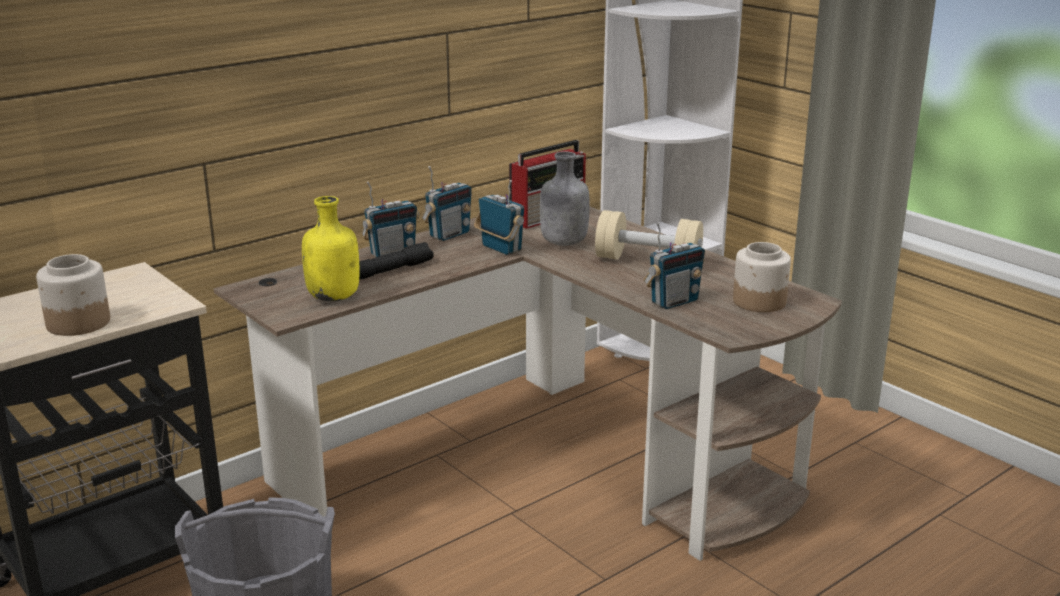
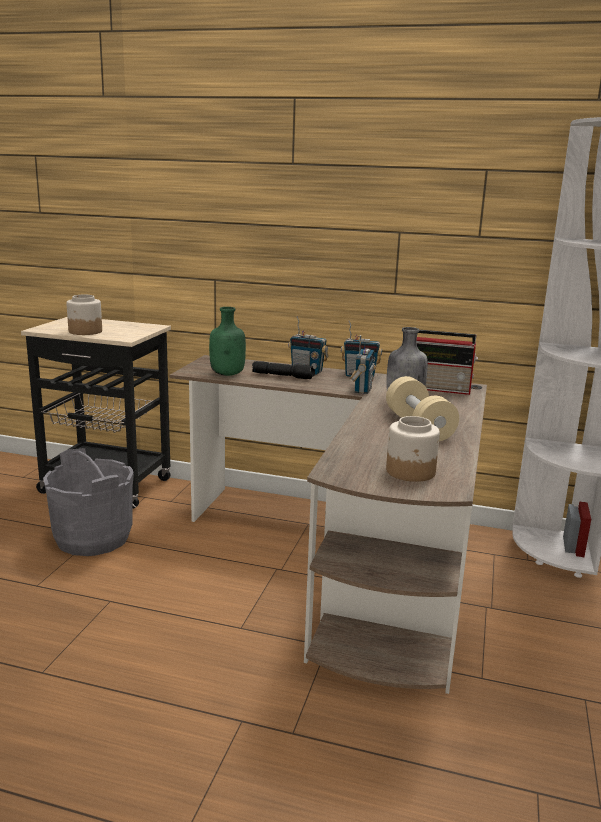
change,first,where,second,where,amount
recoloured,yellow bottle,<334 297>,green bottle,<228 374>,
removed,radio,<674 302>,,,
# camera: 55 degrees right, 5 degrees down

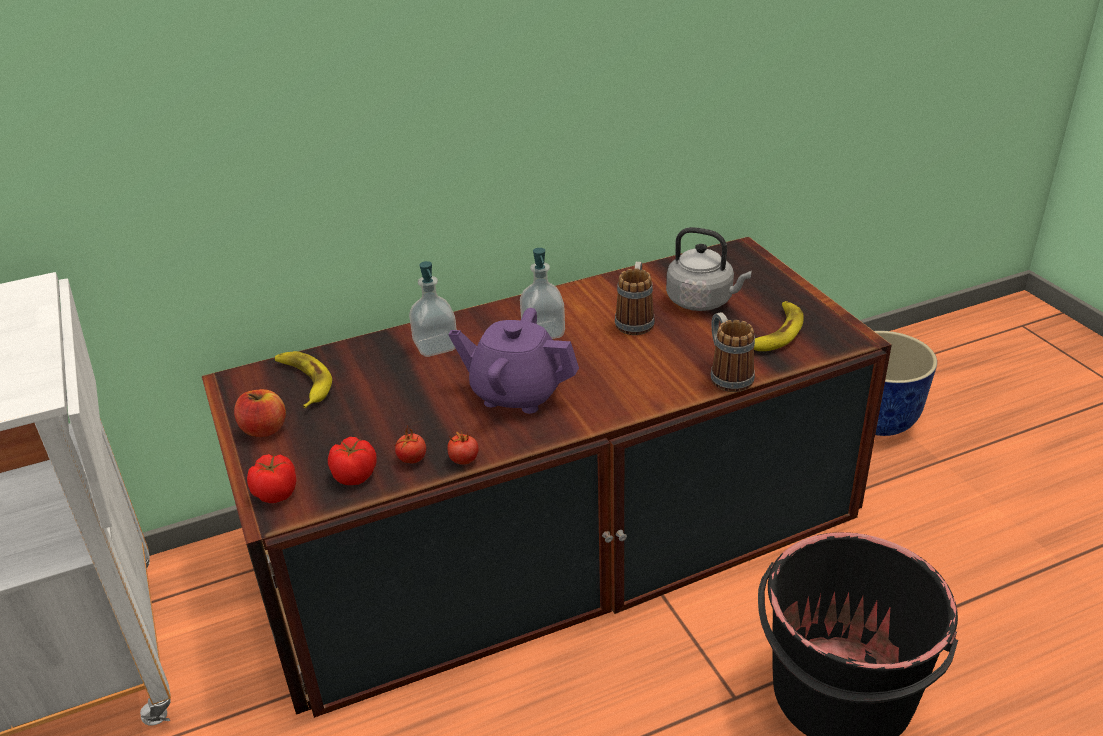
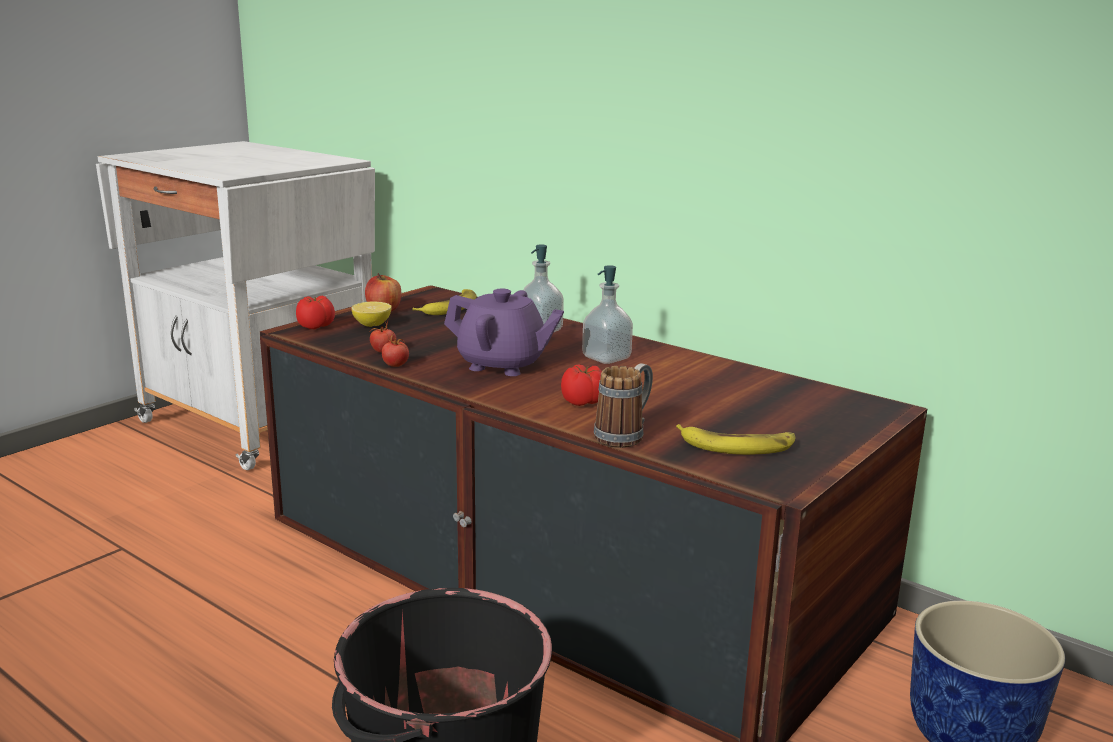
change,first,where,second,where,amount
removed,grey kettle,<703 301>,,,
removed,mug,<635 320>,,,
turned,purple teapot,<516 393>,,<502 365>,120 degrees clockwise
moved,tomato,<355 475>,,<584 402>,
added,,,lemon,<372 325>,
# camera: 60 degrees right, 15 degrees down

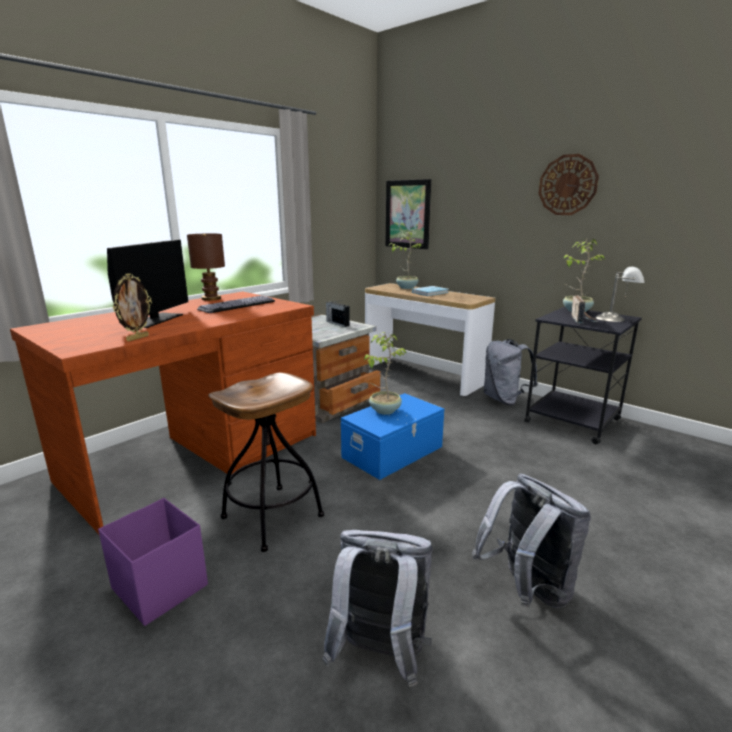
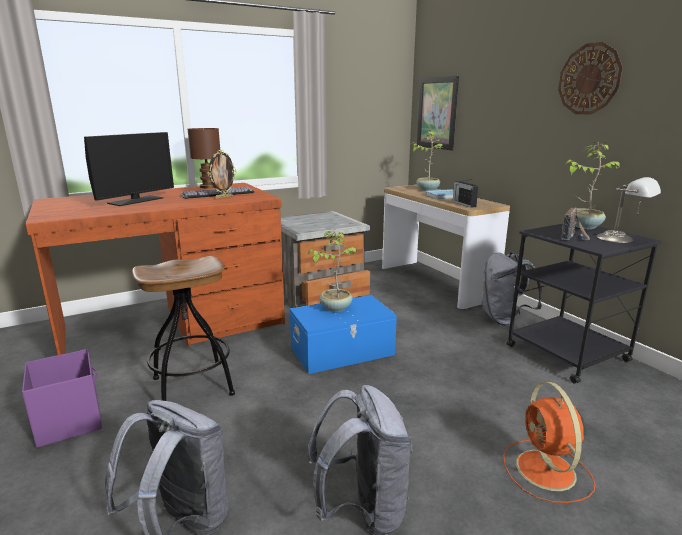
change,first,where,second,where,amount
moved,picture frame,<137 338>,,<223 197>,
moved,radio,<337 323>,,<463 204>,
added,,,orange fan,<547 472>,
# camera: 20 degrees right, 0 degrees up

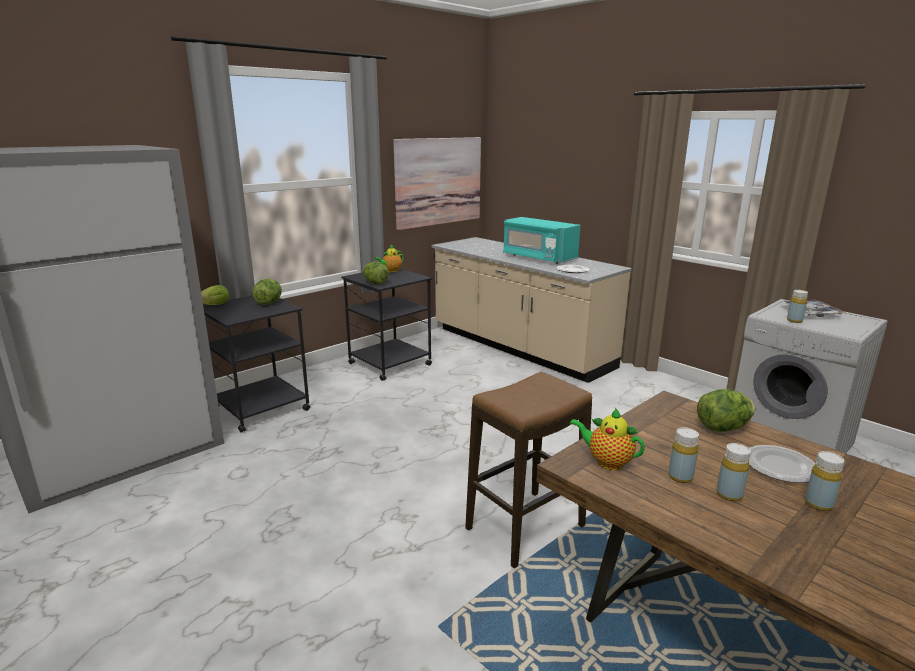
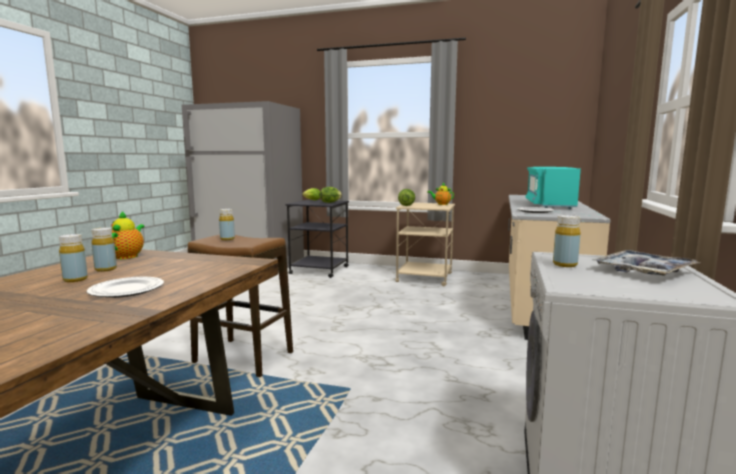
change,first,where,second,where,amount
removed,picture,<438 181>,,,
recoloured,black cart,<390 363>,beige cart,<425 278>,
removed,lettuce,<722 428>,,,
moved,yellow bottle,<818 504>,,<227 239>,
# camera: 60 degrees right, 10 degrees down

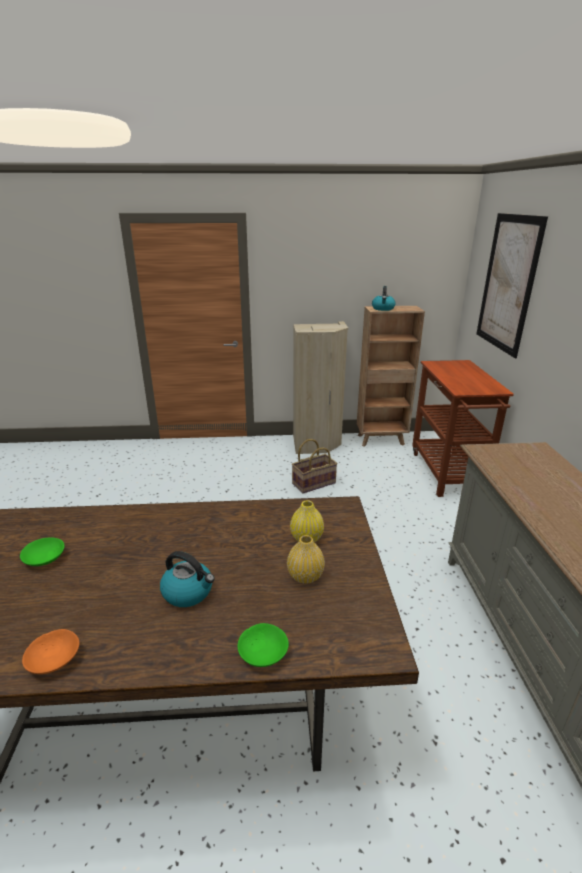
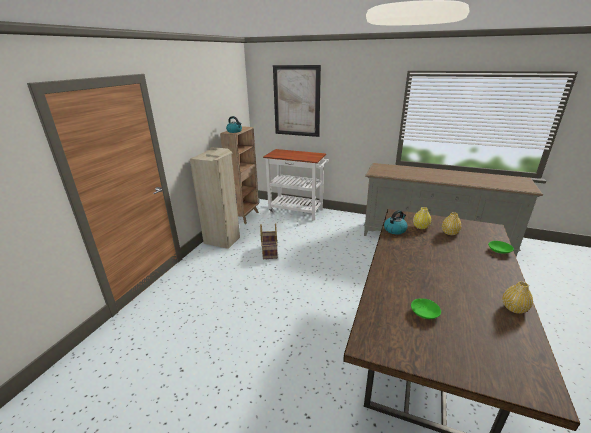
change,first,where,second,where,amount
recoloured,brown cart,<447 473>,white cart,<297 211>,
moved,kettle,<188 592>,,<395 229>,
replaced,orange bowl,<54 658>,yellow vase,<514 308>,
# camera: 65 degrees left, 0 degrees up

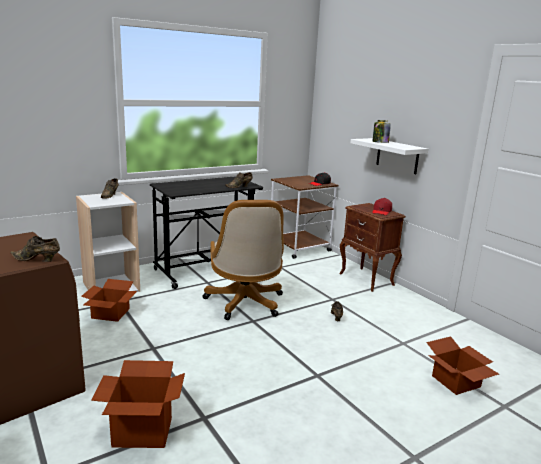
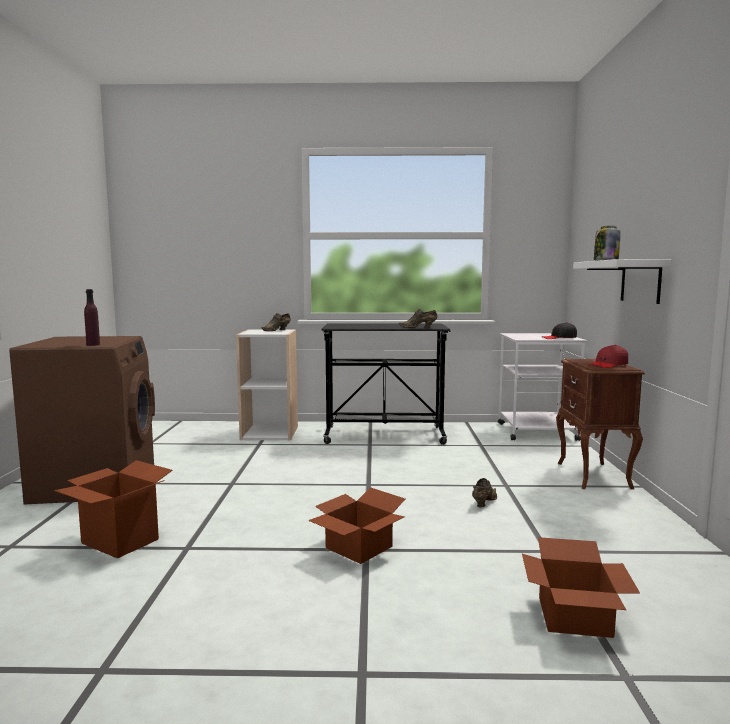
change,first,where,second,where,amount
recoloured,brown cart,<300 248>,white cart,<537 432>,
removed,office chair,<245 305>,,,
replaced,brown shoe,<37 260>,purple bottle,<93 345>,
moved,cardboard box,<109 314>,,<357 547>,
# camera: 35 degrees right, 10 degrees down

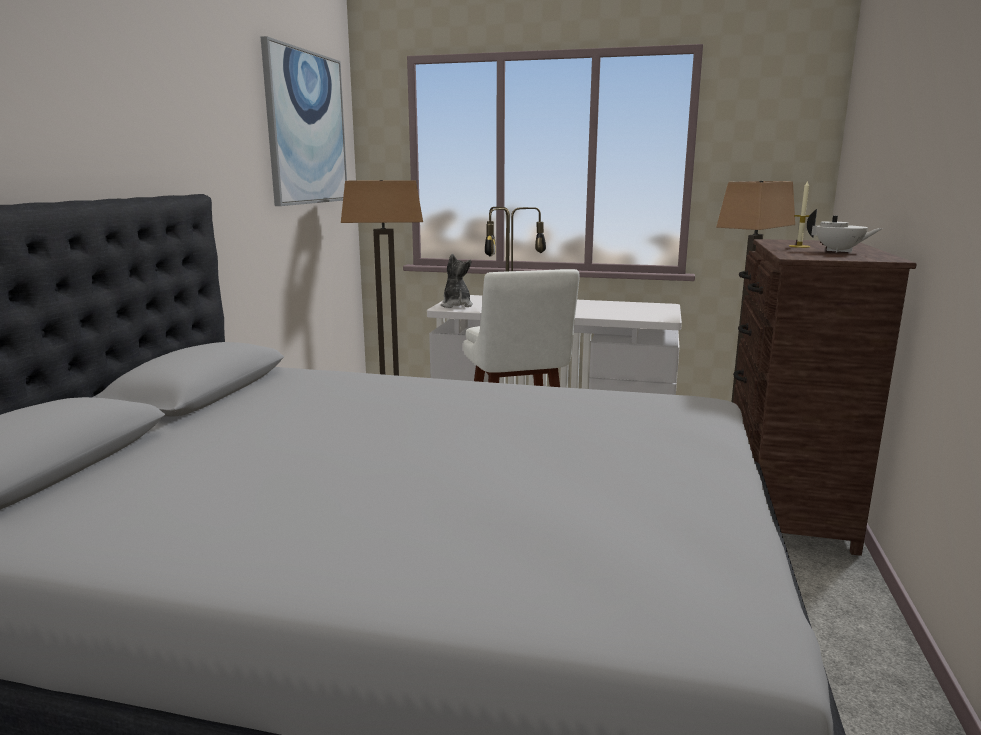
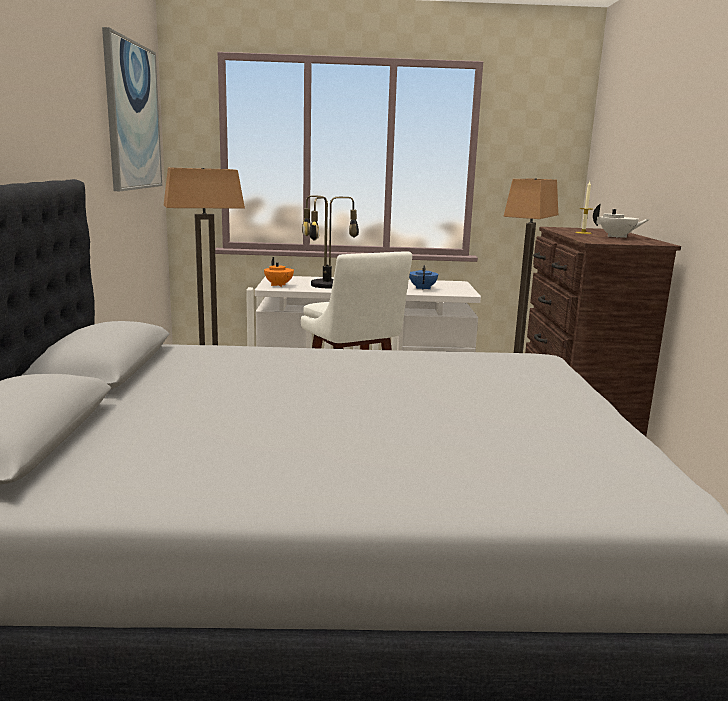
change,first,where,second,where,amount
replaced,plush toy,<456 305>,orange teapot,<278 285>,
added,,,blue teapot,<423 288>,
# camera: 15 degrees left, 0 degrees up

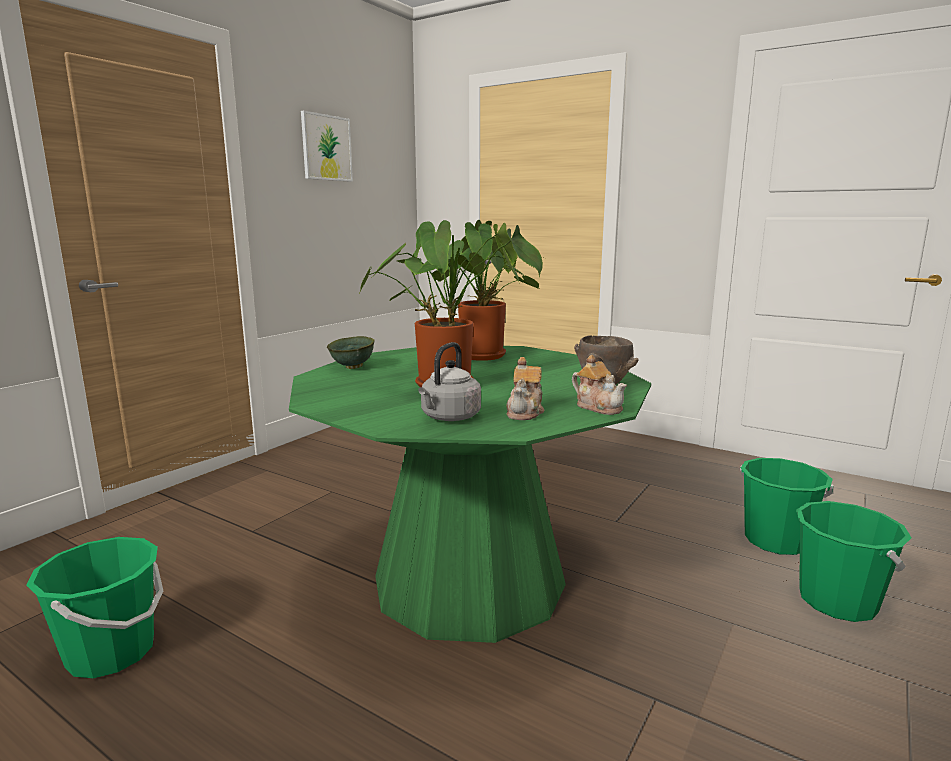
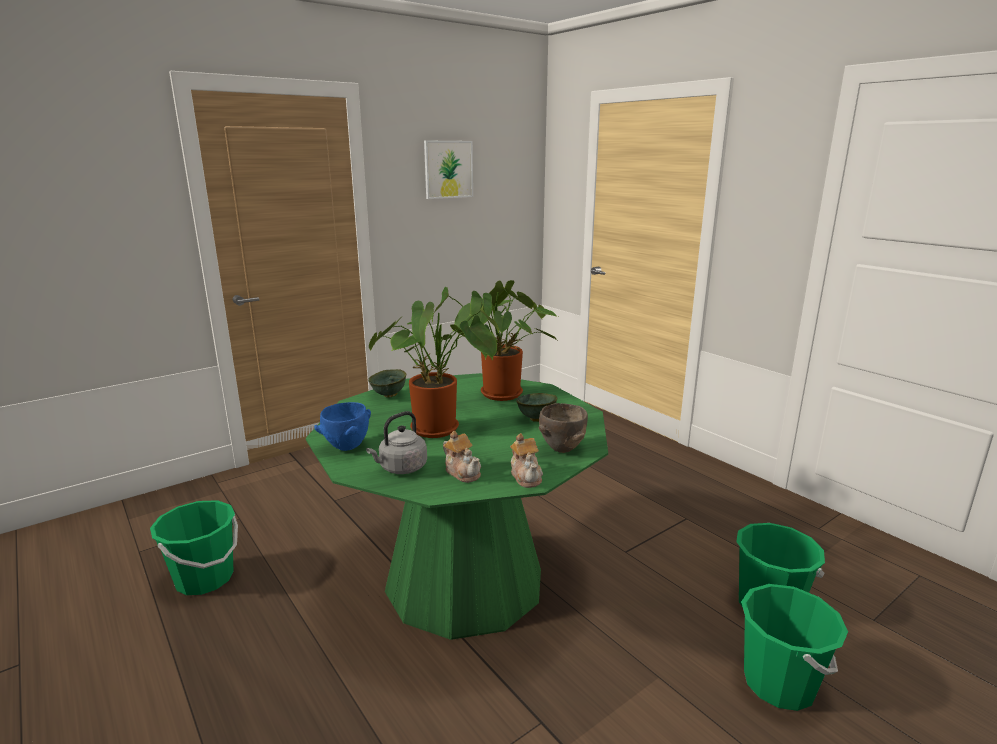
change,first,where,second,where,amount
turned,teapot,<525 412>,,<462 472>,75 degrees counterclockwise
added,,,green bowl,<536 419>,
added,,,blue bowl,<346 447>,
# camera: 20 degrees right, 5 degrees up

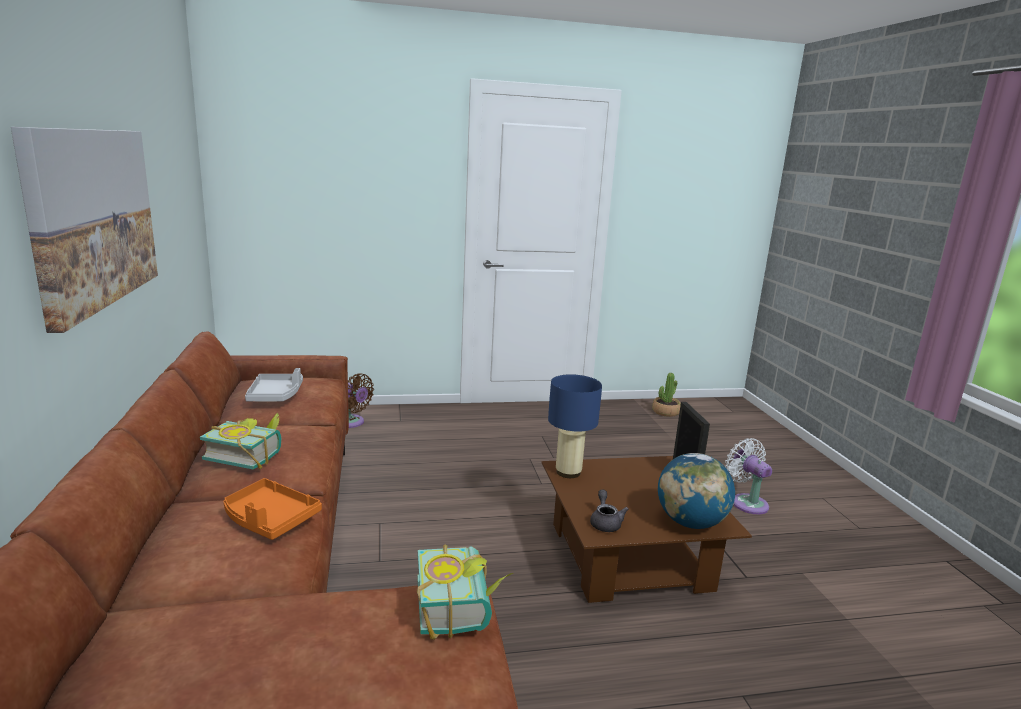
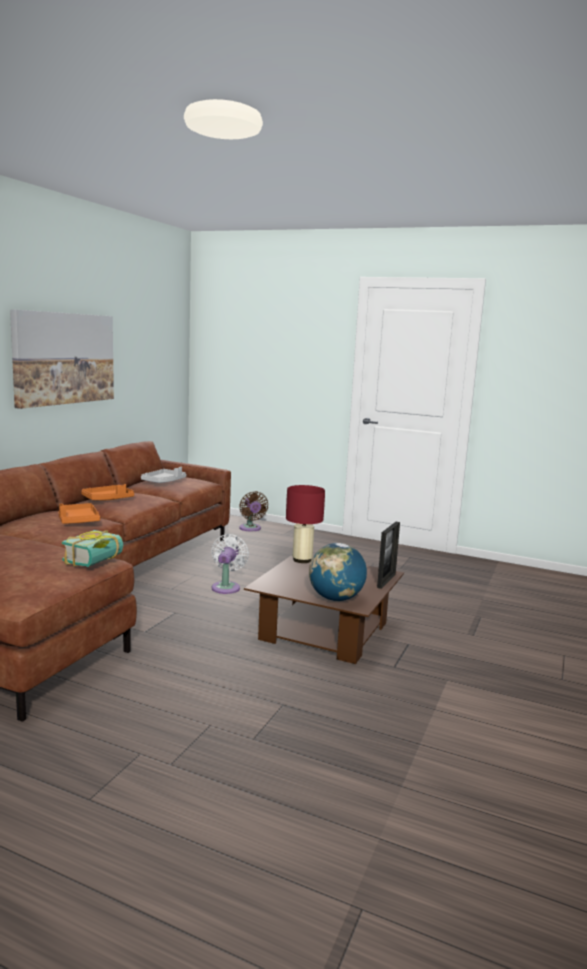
change,first,where,second,where,amount
removed,potted plant,<665 412>,,,
recoloured,blue table lamp,<567 472>,red table lamp,<301 560>,
replaced,book,<248 455>,orange tray,<108 499>,
moved,white fan,<746 502>,,<226 587>,
removed,grey teapot,<605 522>,,,
# camera: 35 degrees right, 5 degrees down

